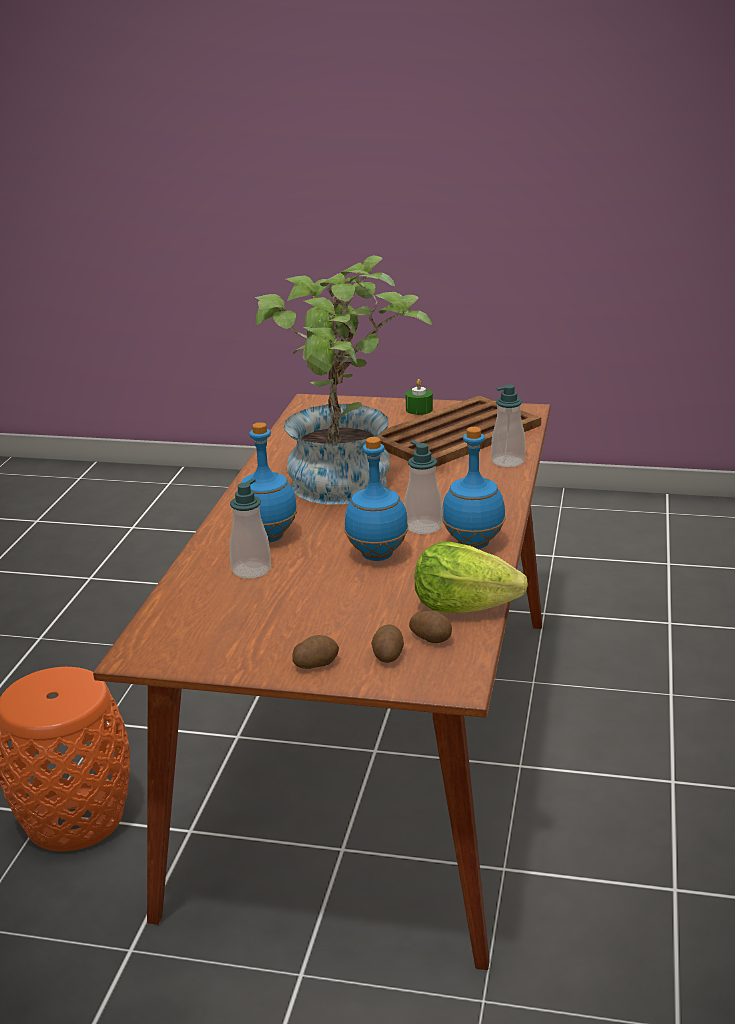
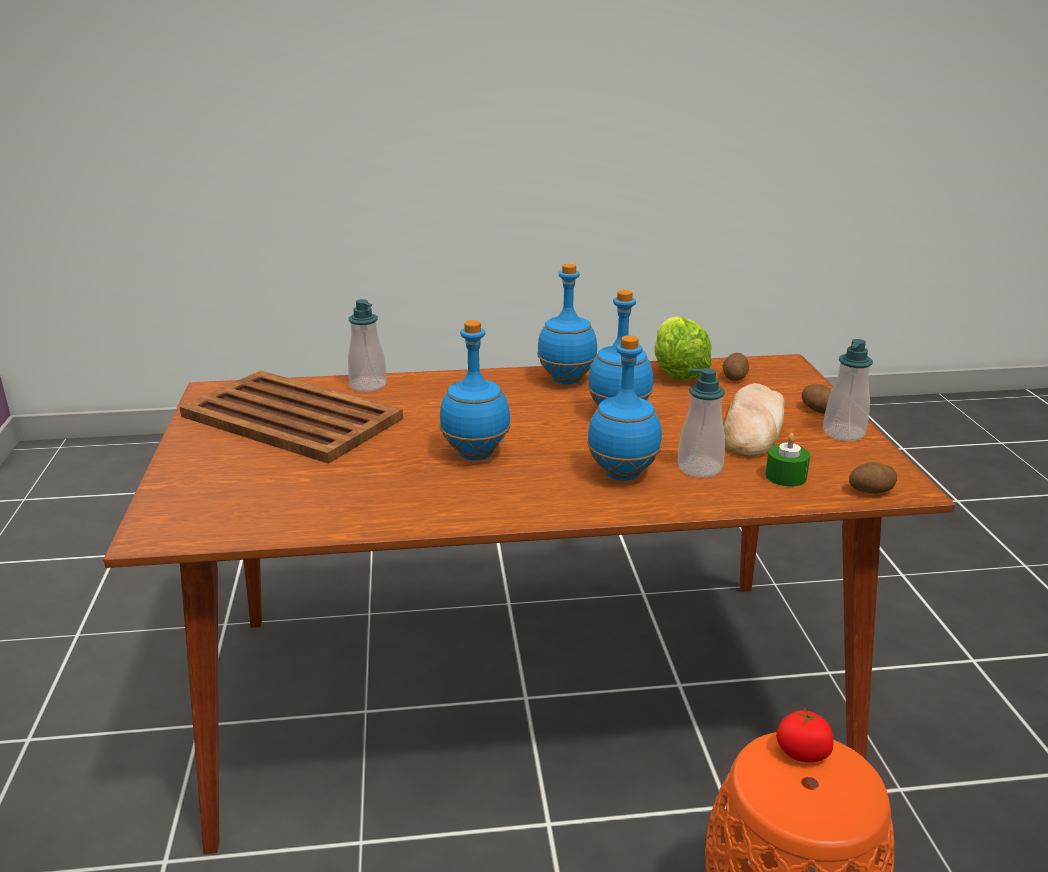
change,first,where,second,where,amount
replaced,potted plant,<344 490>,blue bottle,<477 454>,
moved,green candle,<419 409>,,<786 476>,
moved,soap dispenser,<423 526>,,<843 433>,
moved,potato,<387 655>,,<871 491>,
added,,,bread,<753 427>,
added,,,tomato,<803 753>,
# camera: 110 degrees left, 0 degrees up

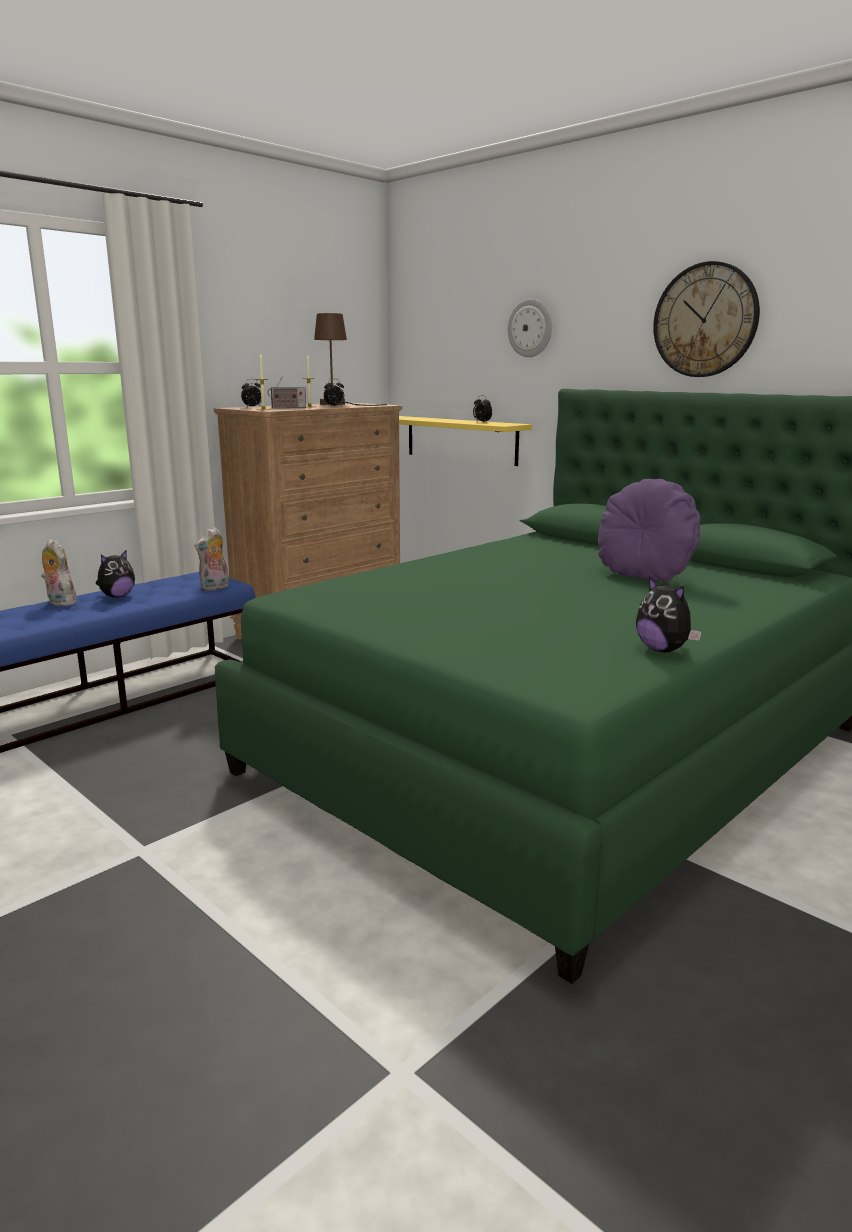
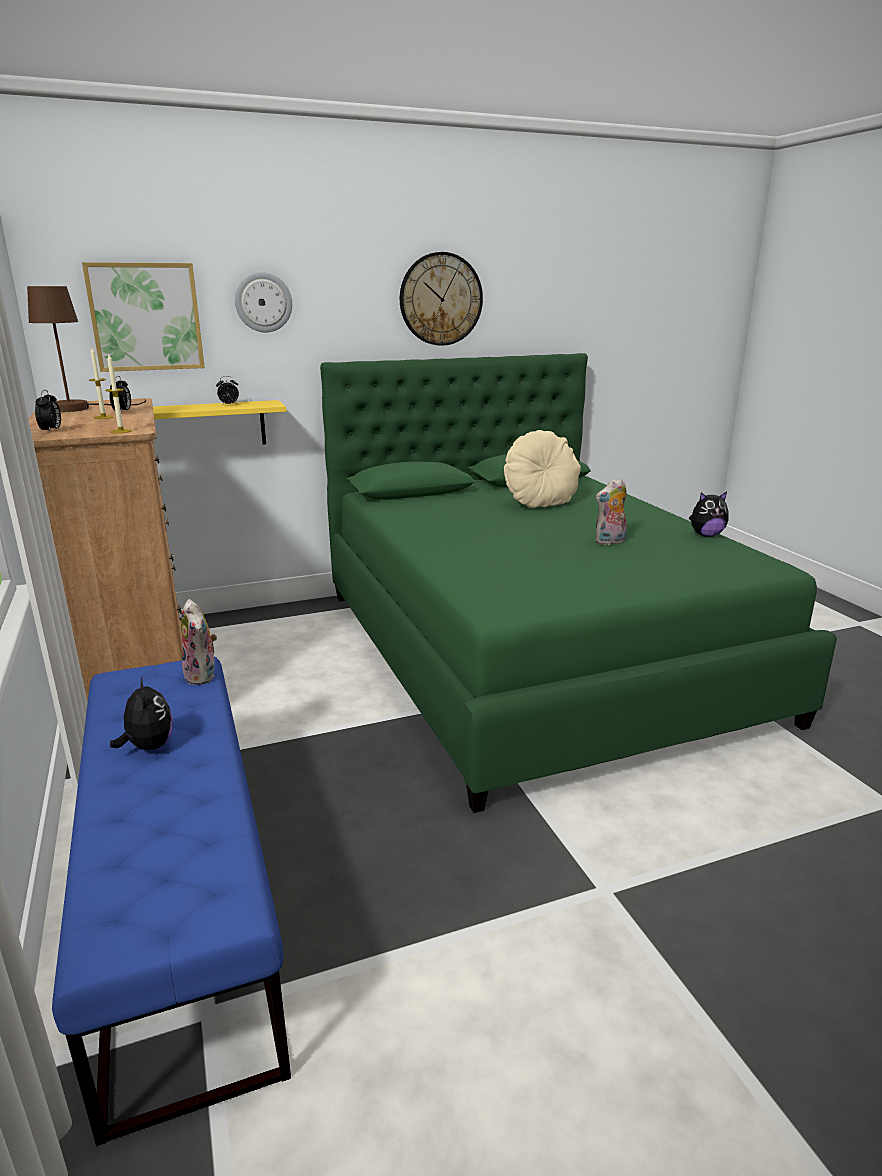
change,first,where,second,where,amount
removed,radio,<287 408>,,,
recoloured,purple pillow,<644 577>,beige pillow,<540 504>,
moved,plush toy,<59 603>,,<610 542>,
added,,,picture,<146 317>,
# camera: 65 degrees left, 5 degrees up

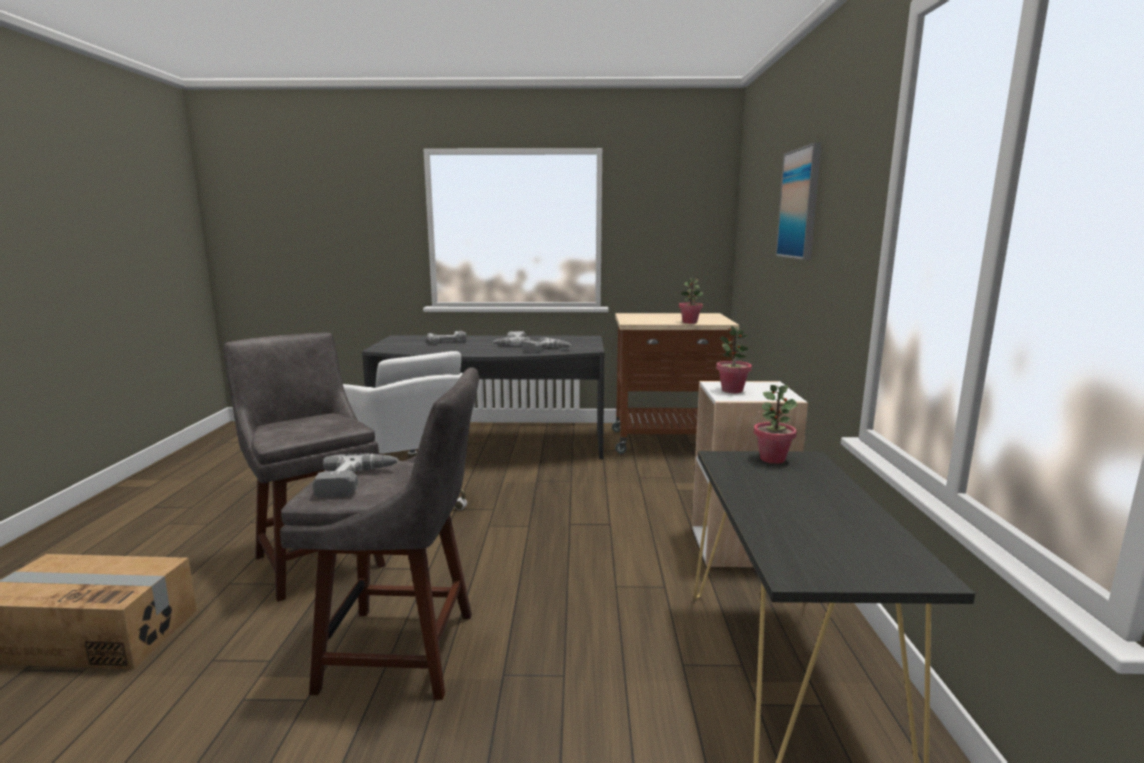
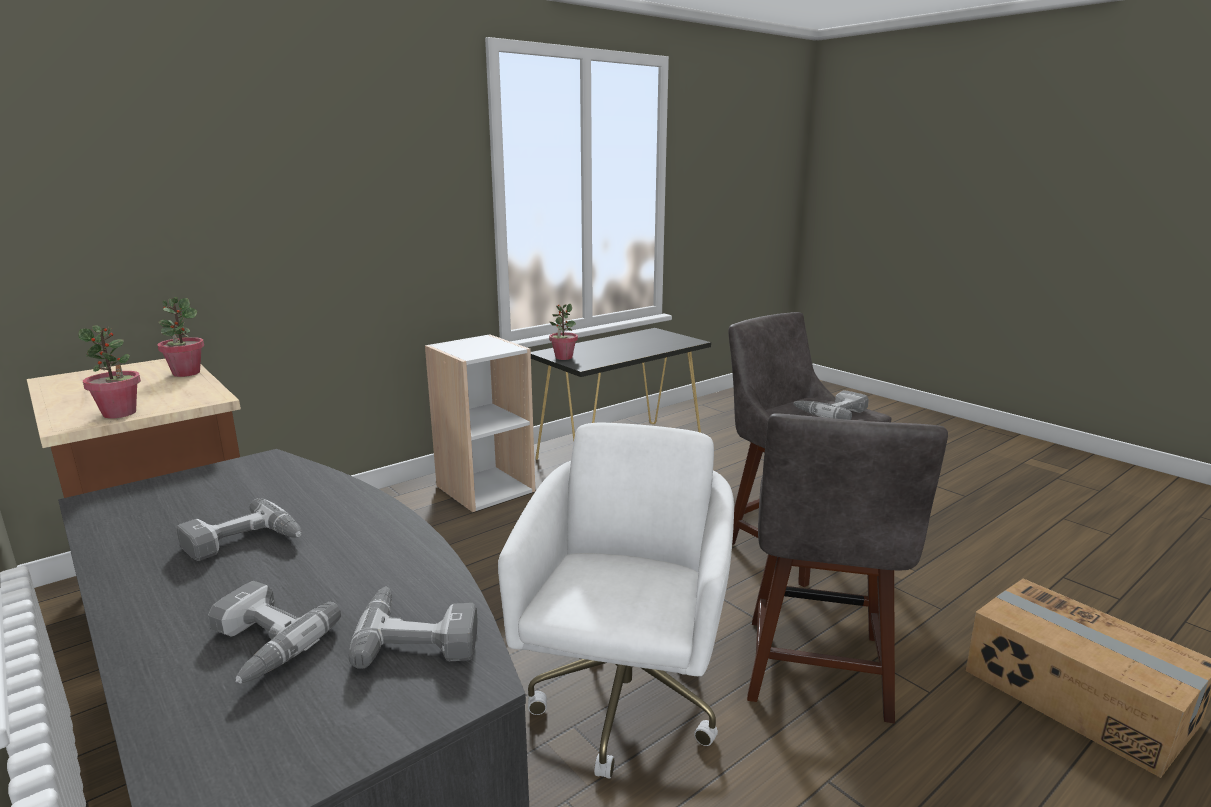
change,first,where,second,where,amount
removed,picture,<800 204>,,,
moved,potted plant,<732 390>,,<120 413>,
moved,power drill,<546 350>,,<419 633>,
# camera: 130 degrees left, 5 degrees up

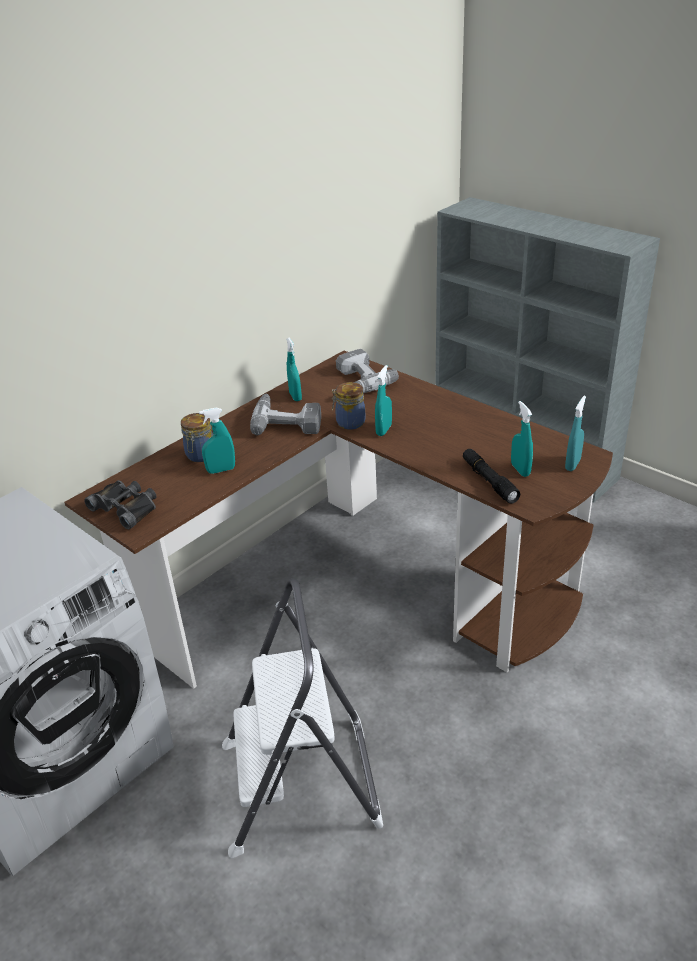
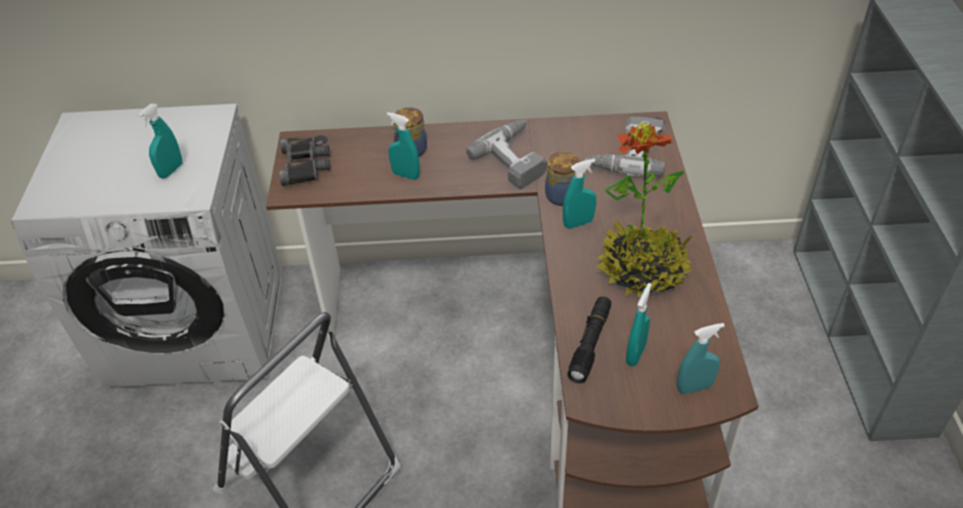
change,first,where,second,where,amount
moved,turquoise spray bottle,<295 396>,,<171 170>,
added,,,potted plant,<642 270>,
# camera: 45 degrees right, 10 degrees up

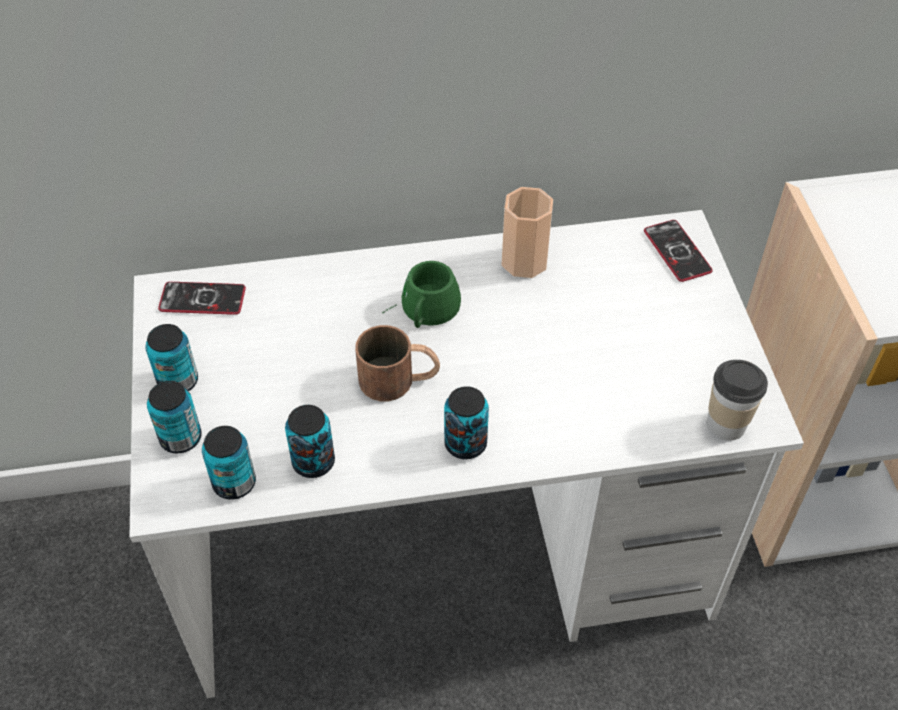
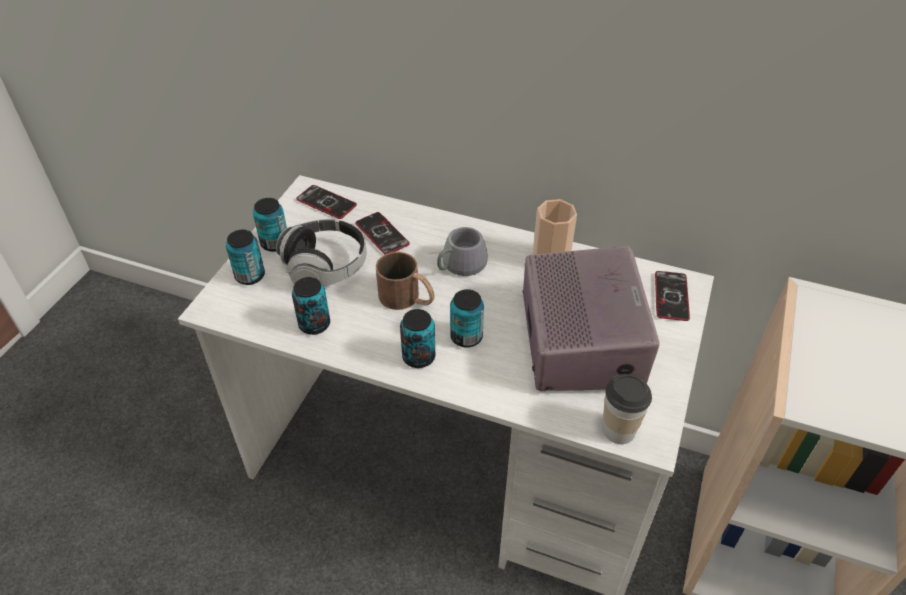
change,first,where,second,where,amount
recoloured,green mug,<422 310>,grey mug,<456 262>,
moved,can,<234 483>,,<466 337>,
added,,,phone,<382 234>,
added,,,headphones,<325 266>,
added,,,radio,<581 339>,
# camera: 30 degrees right, 5 degrees down

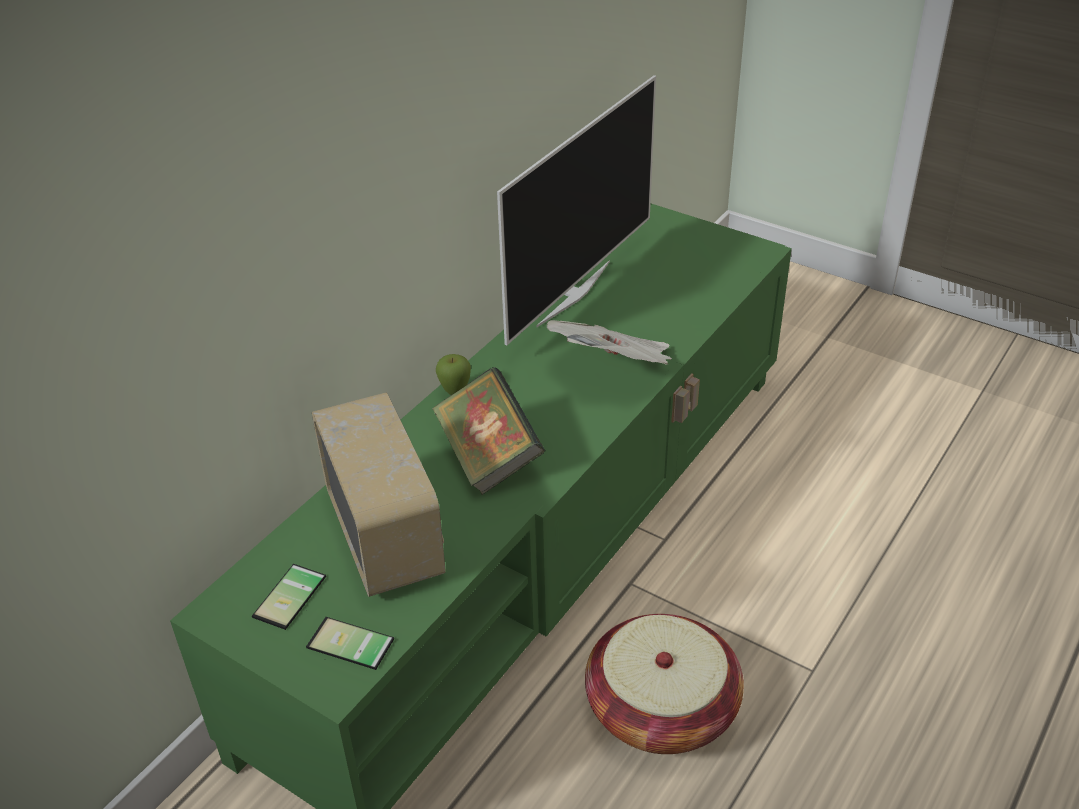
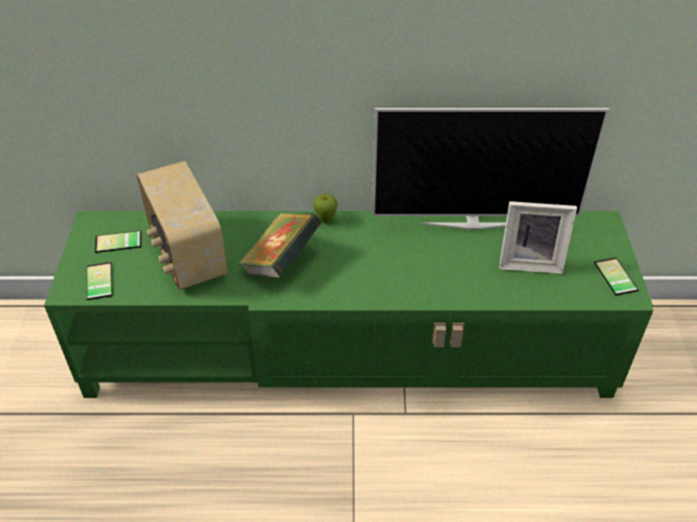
change,first,where,second,where,amount
removed,newspaper,<615 368>,,,
turned,radio,<387 536>,,<186 254>,120 degrees clockwise
removed,basket,<661 709>,,,
added,,,picture frame,<529 262>,
added,,,phone,<613 277>,
# camera: 55 degrees right, 5 degrees up

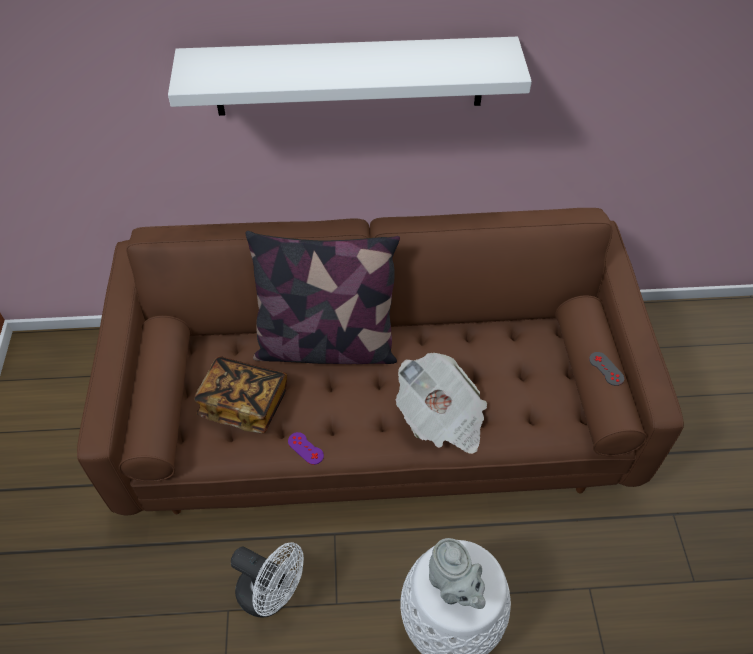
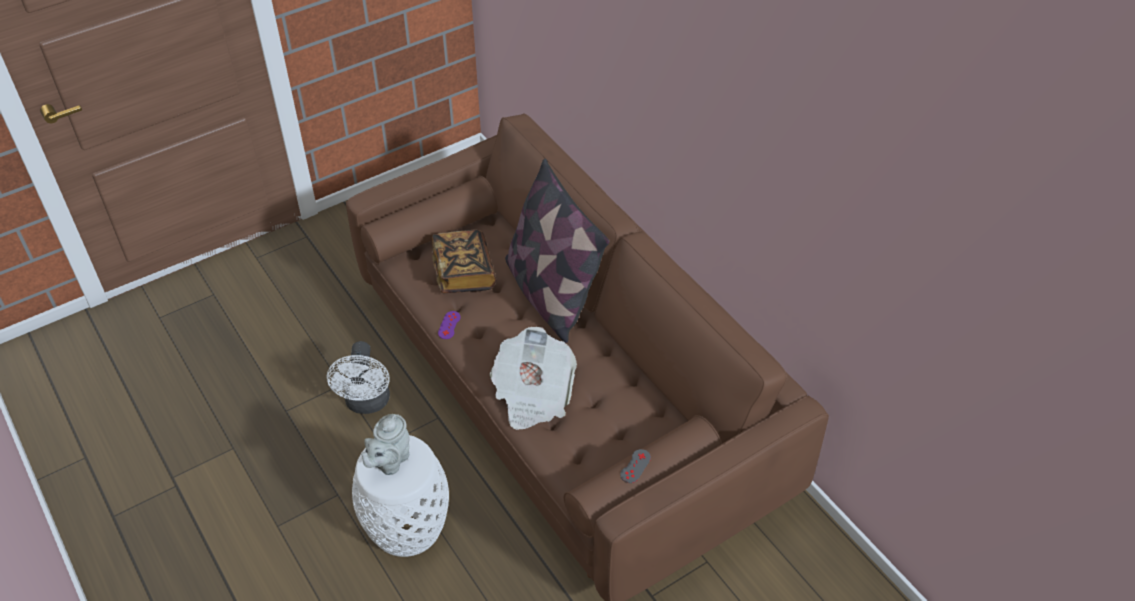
change,first,where,second,where,amount
removed,white shelf,<349 76>,,,
# camera: 60 degrees right, 5 degrees down

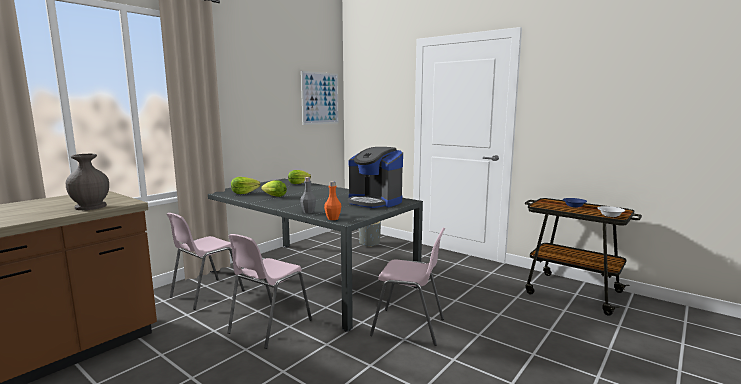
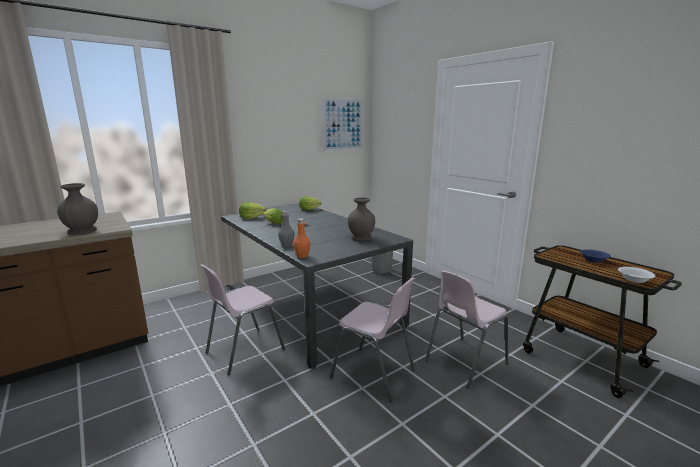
change,first,where,second,where,amount
replaced,coffee machine,<374 202>,grey vase,<361 237>,
moved,pink chair,<206 294>,,<464 362>,
# camera: 15 degrees right, 5 degrees up

